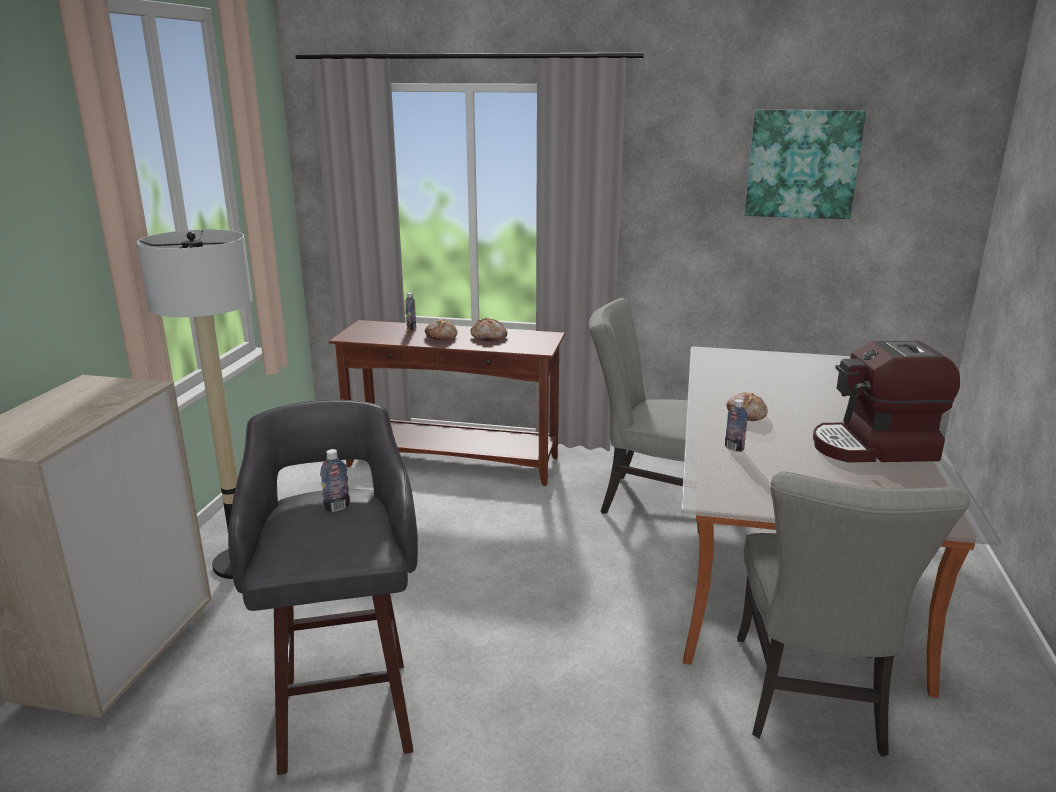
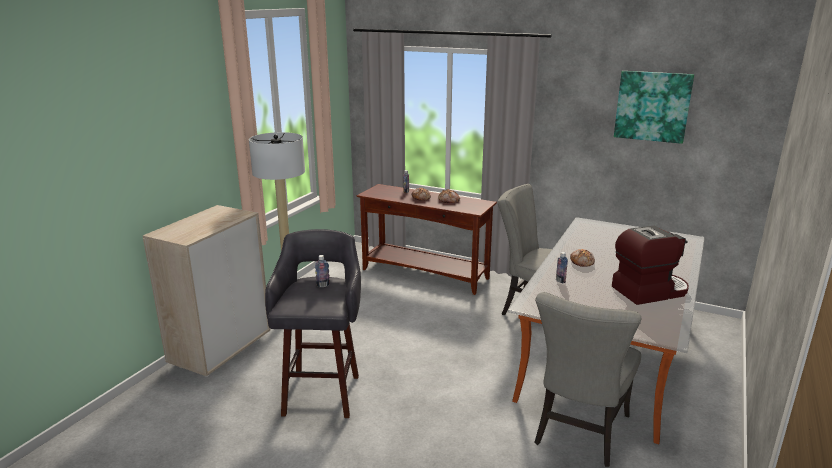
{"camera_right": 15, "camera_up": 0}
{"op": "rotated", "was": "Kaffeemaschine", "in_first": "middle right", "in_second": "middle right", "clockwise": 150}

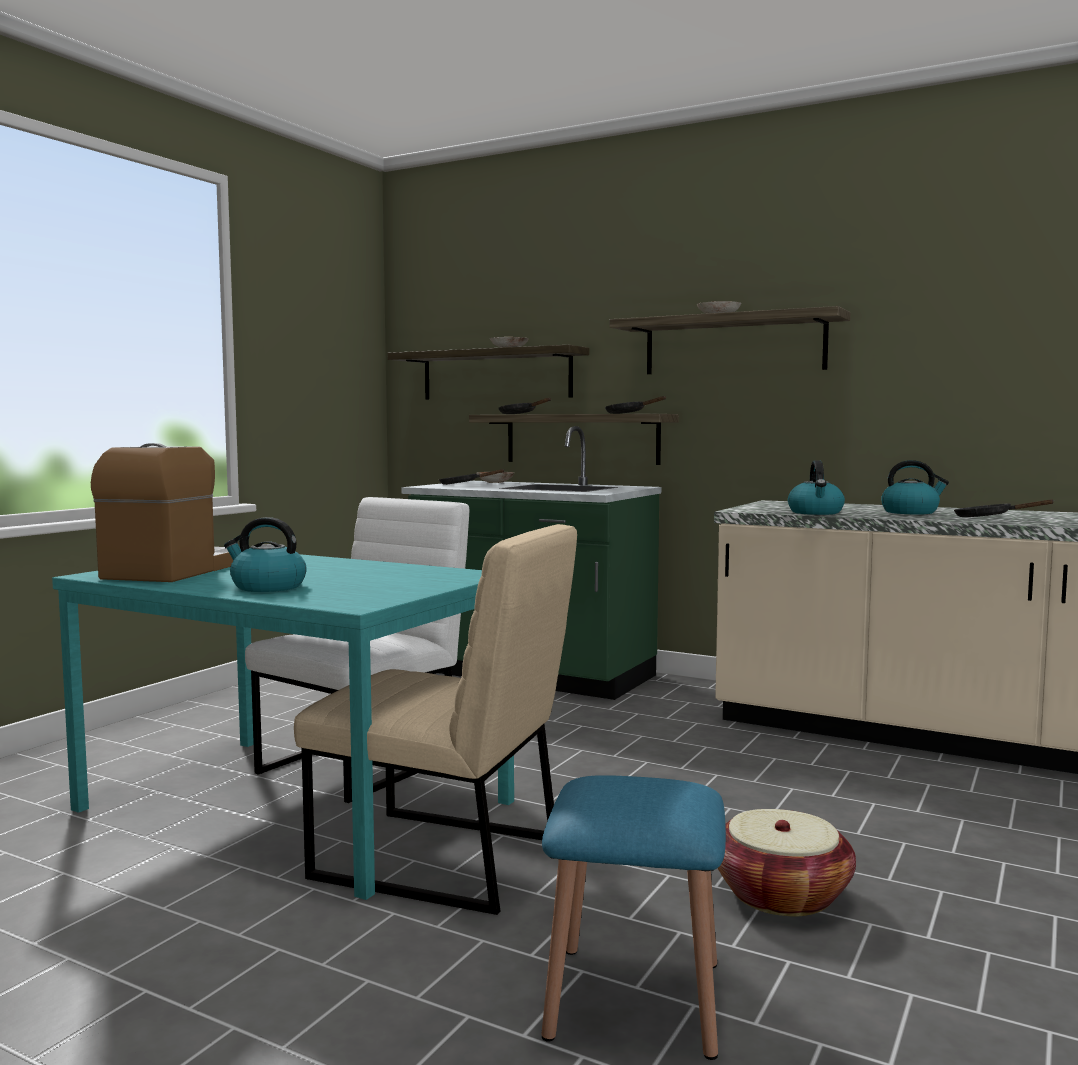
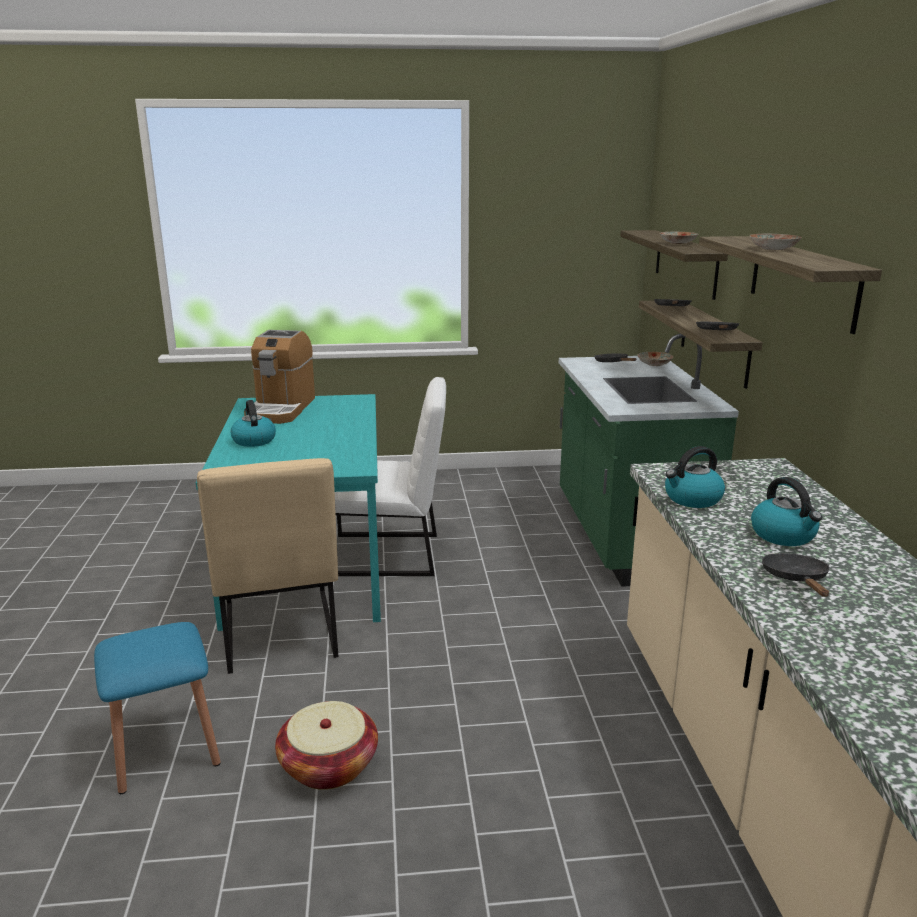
{"camera_right": 55, "camera_up": 15}
{"op": "rotated", "was": "Kaffeemaschine", "in_first": "middle left", "in_second": "middle left", "clockwise": 120}

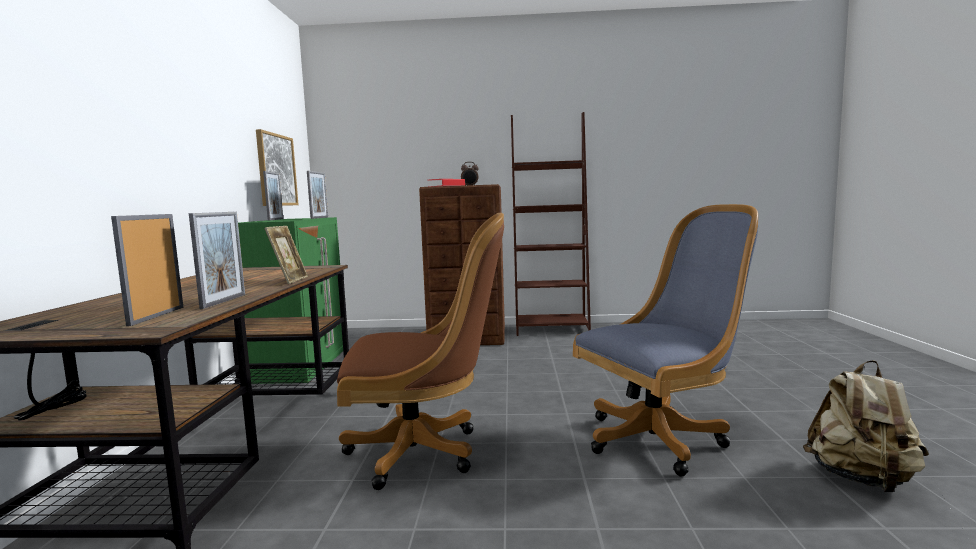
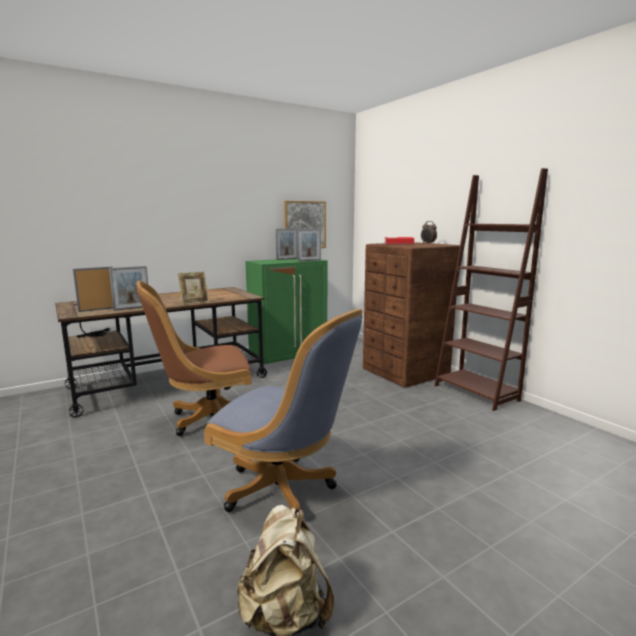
{"camera_right": 55, "camera_up": 5}
{"op": "rotated", "was": "Bürostuhl (braun)", "in_first": "centre", "in_second": "middle left", "clockwise": 105}

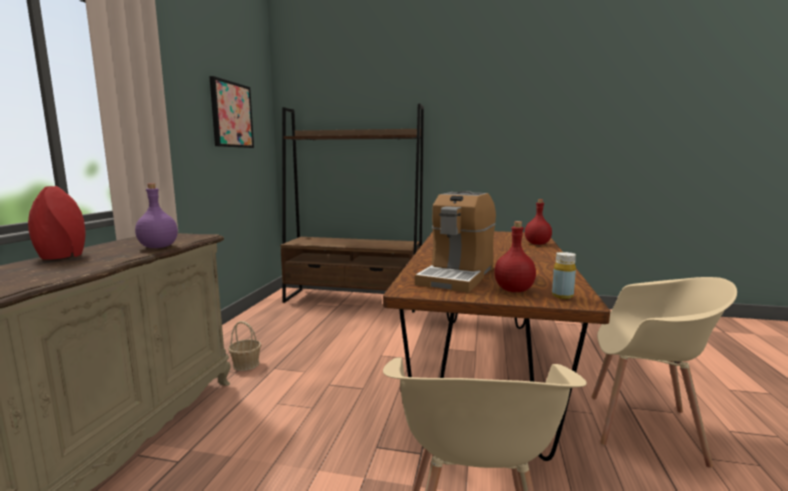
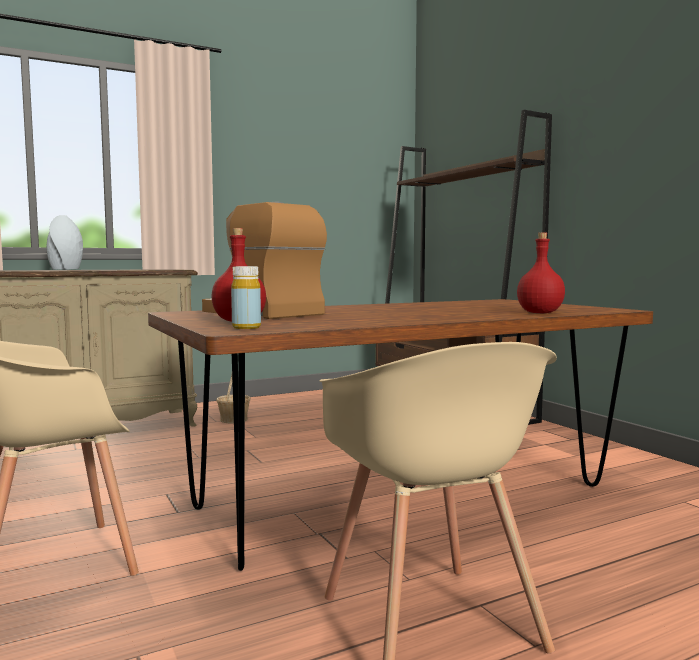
{"camera_right": 50, "camera_up": -5}
{"op": "gone", "was": "Flasche (lila)", "in_first": "middle left"}
{"op": "gone", "was": "Bild", "in_first": "top left"}
{"op": "repainted", "was": "Vase (rot)", "now": "Vase (grau)", "in_first": "middle left", "in_second": "middle left"}
{"op": "rotated", "was": "Kaffeemaschine", "in_first": "centre", "in_second": "centre", "clockwise": 60}

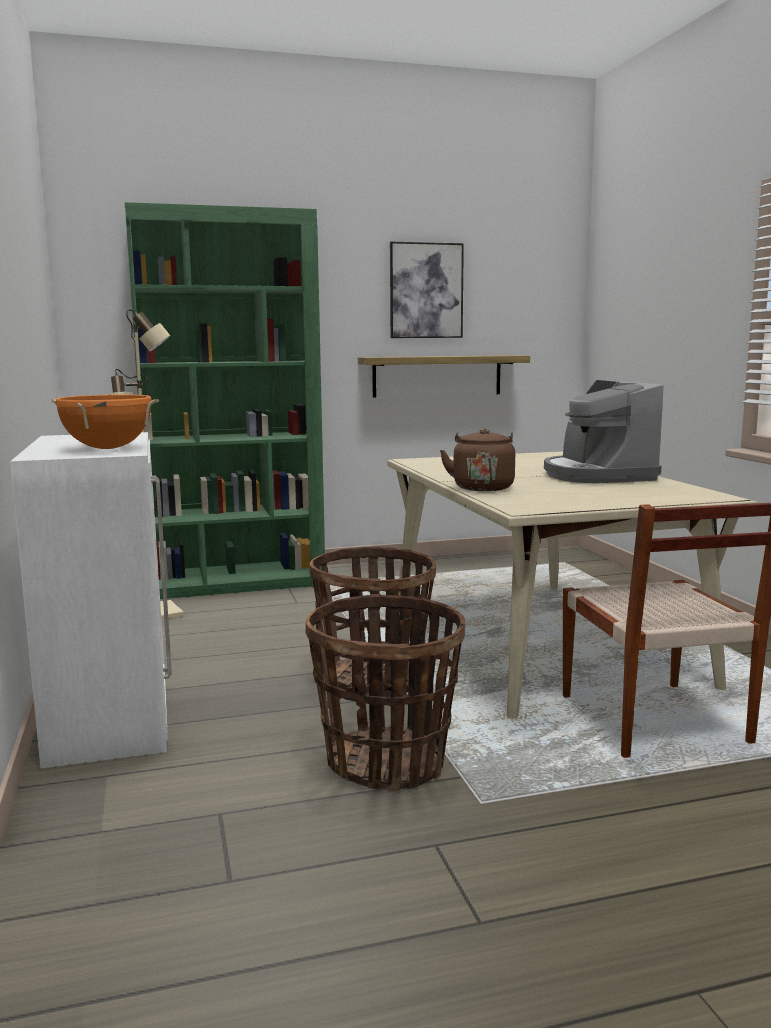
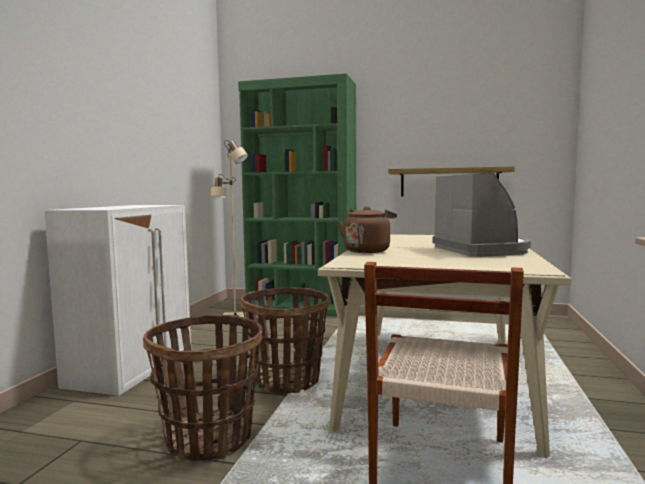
{"camera_right": 30, "camera_up": -5}
{"op": "gone", "was": "Kochtopf (orange)", "in_first": "middle left"}
{"op": "gone", "was": "Bild", "in_first": "top centre"}
{"op": "rotated", "was": "Kaffeemaschine", "in_first": "middle right", "in_second": "middle right", "clockwise": 150}

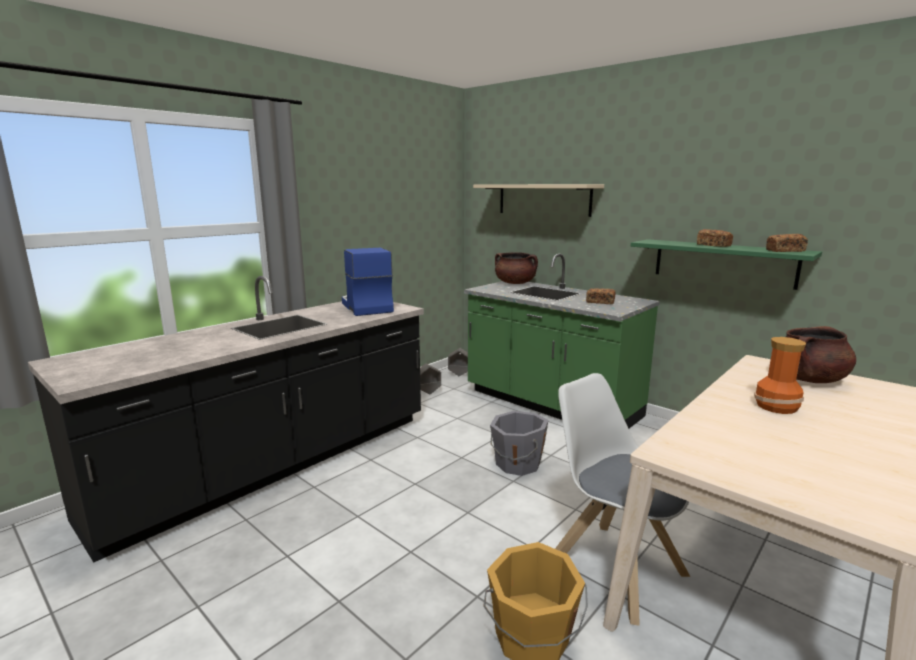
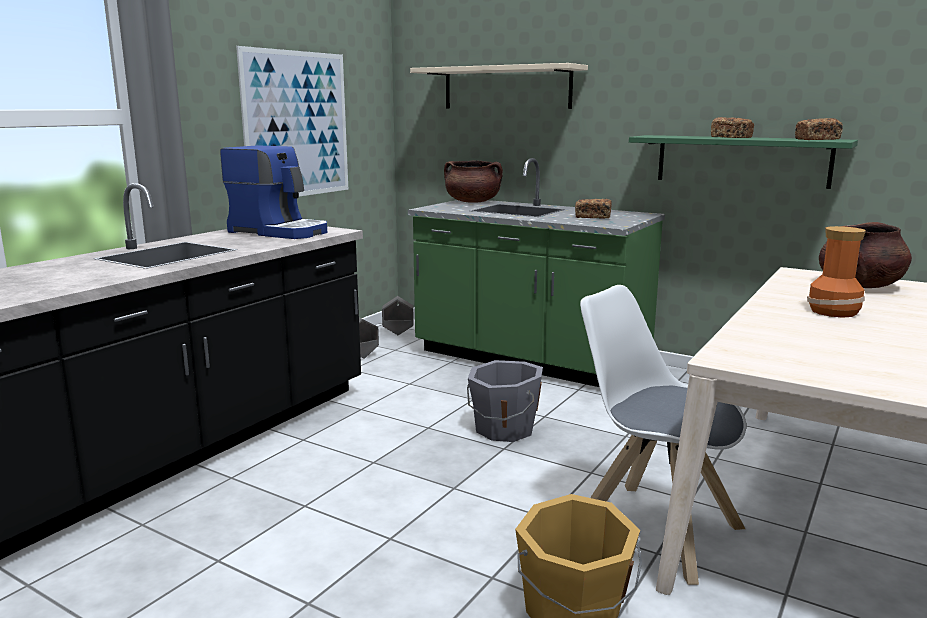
{"camera_right": -10, "camera_up": 0}
{"op": "new", "now": "Bild", "in_second": "top left"}
{"op": "rotated", "was": "Kaffeemaschine", "in_first": "centre", "in_second": "top left", "clockwise": 150}

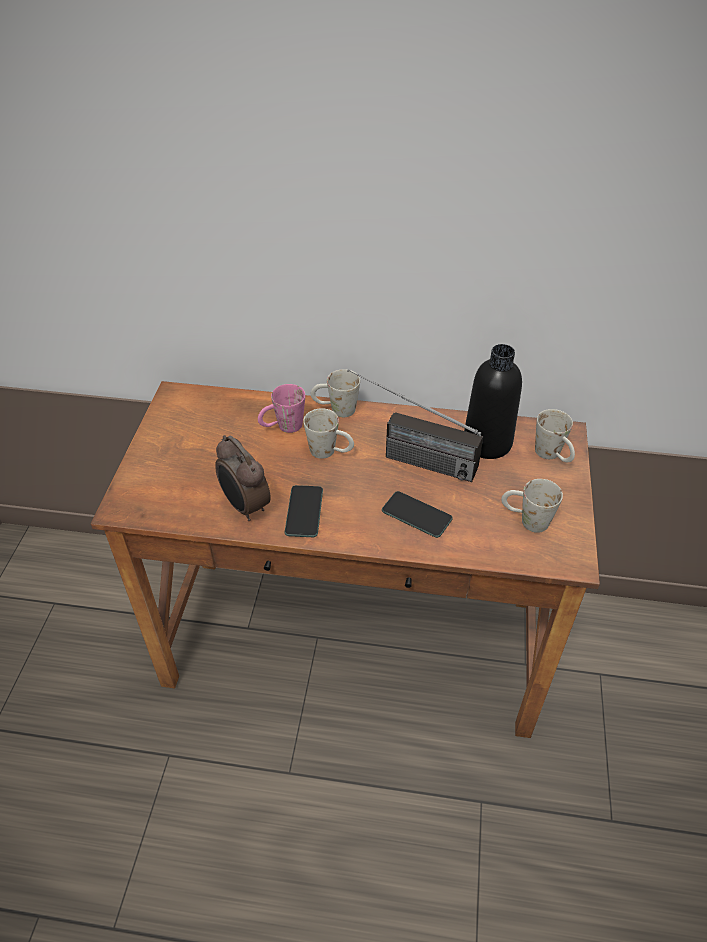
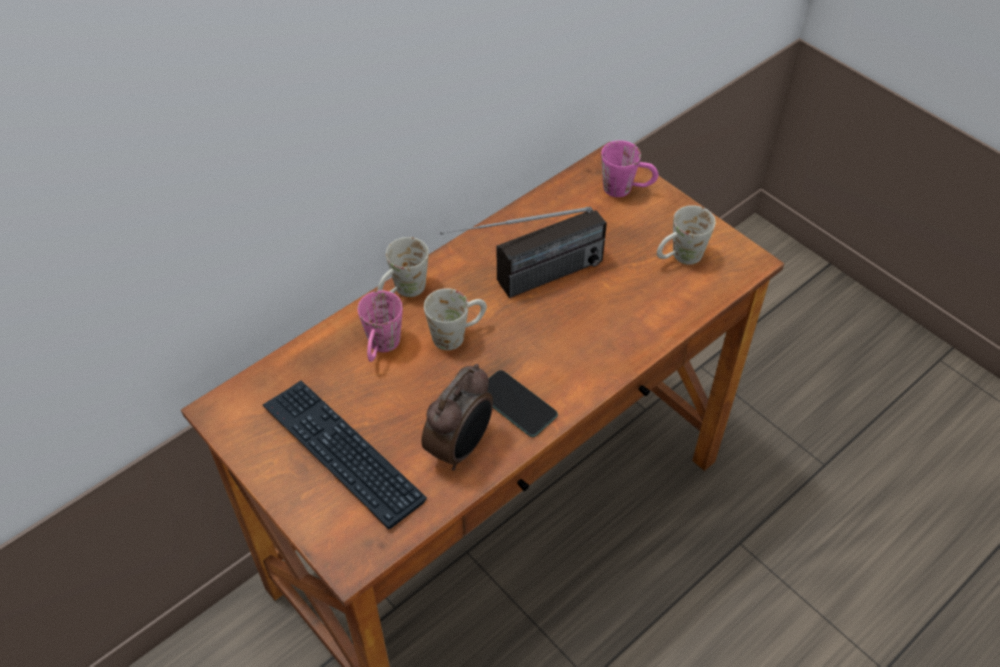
{"camera_right": -50, "camera_up": 5}
{"op": "gone", "was": "Handy (no. 2 from left)", "in_first": "centre"}
{"op": "gone", "was": "Flasche (schwarz)", "in_first": "middle right"}
{"op": "new", "now": "Tastatur", "in_second": "bottom centre"}
{"op": "repainted", "was": "Henkelbecher (weiß) (no. 4 from left)", "now": "Henkelbecher (rosa) (no. 2 from left)", "in_first": "middle right", "in_second": "top centre"}
{"op": "rotated", "was": "Wecker", "in_first": "centre", "in_second": "centre", "clockwise": -60}

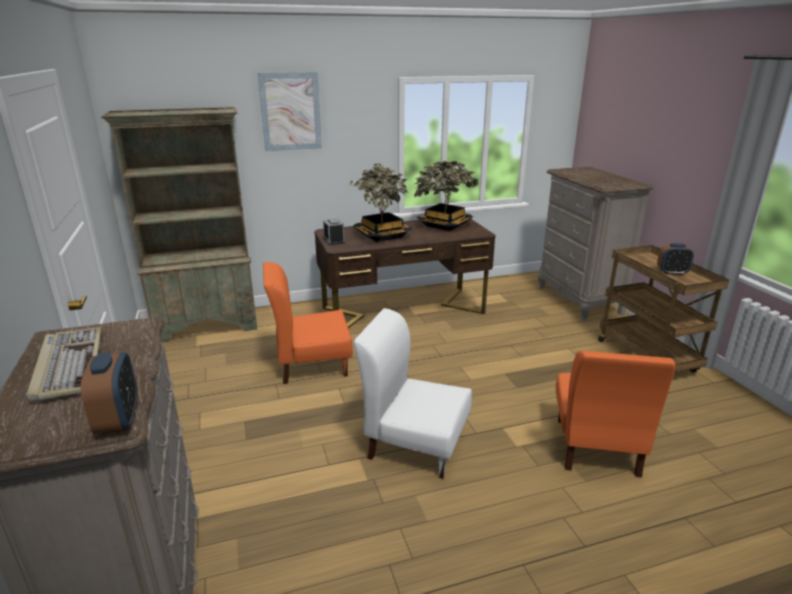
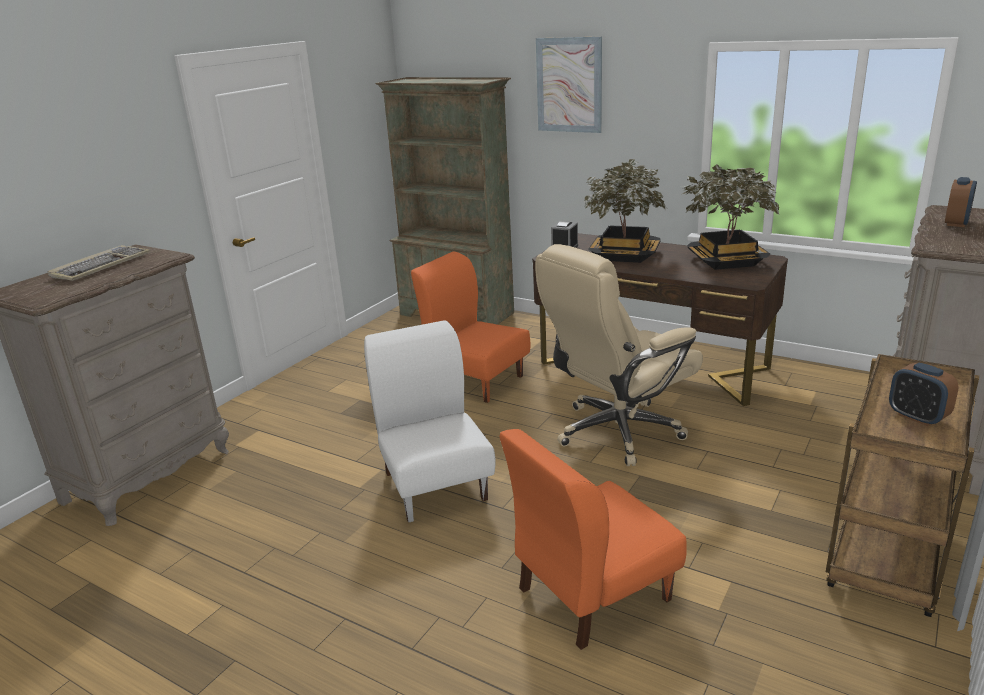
{"camera_right": 50, "camera_up": 0}
{"op": "new", "now": "Bürostuhl (beige)", "in_second": "centre"}
{"op": "shifted", "was": "Wecker (no. 1 from left in the first image)", "now": "Wecker (no. 3 from left)", "in_first": "middle left", "in_second": "top right"}

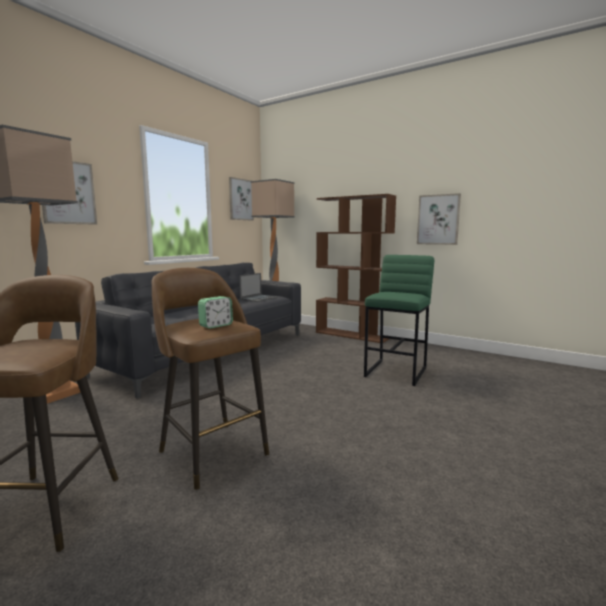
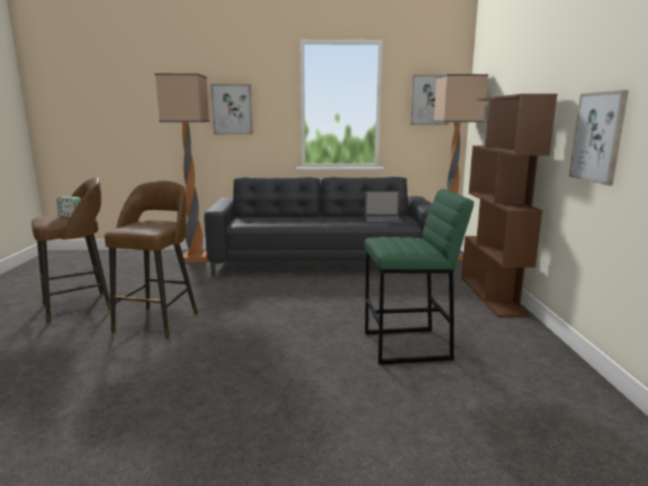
{"camera_right": 55, "camera_up": 5}
{"op": "shifted", "was": "Wecker", "in_first": "centre", "in_second": "middle left"}

